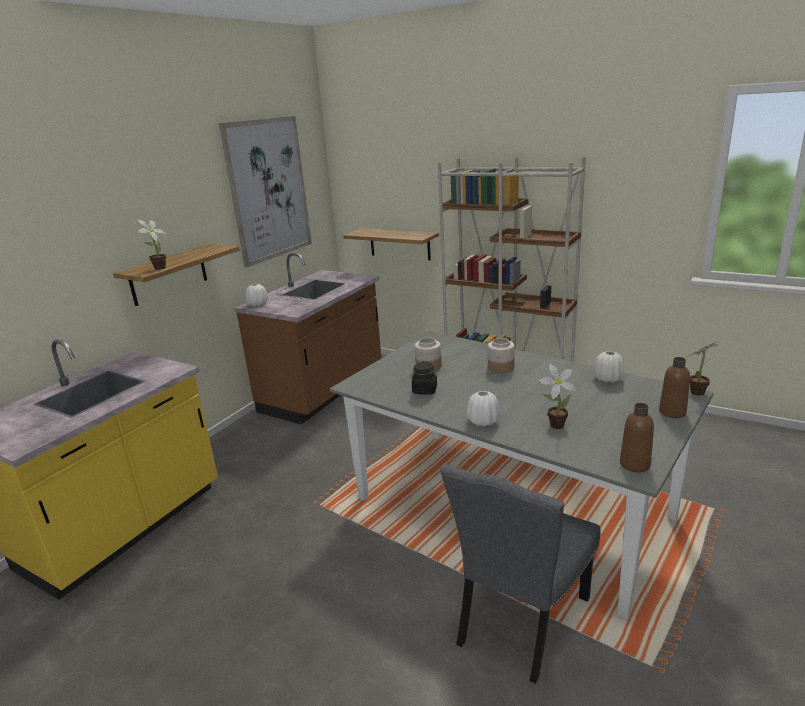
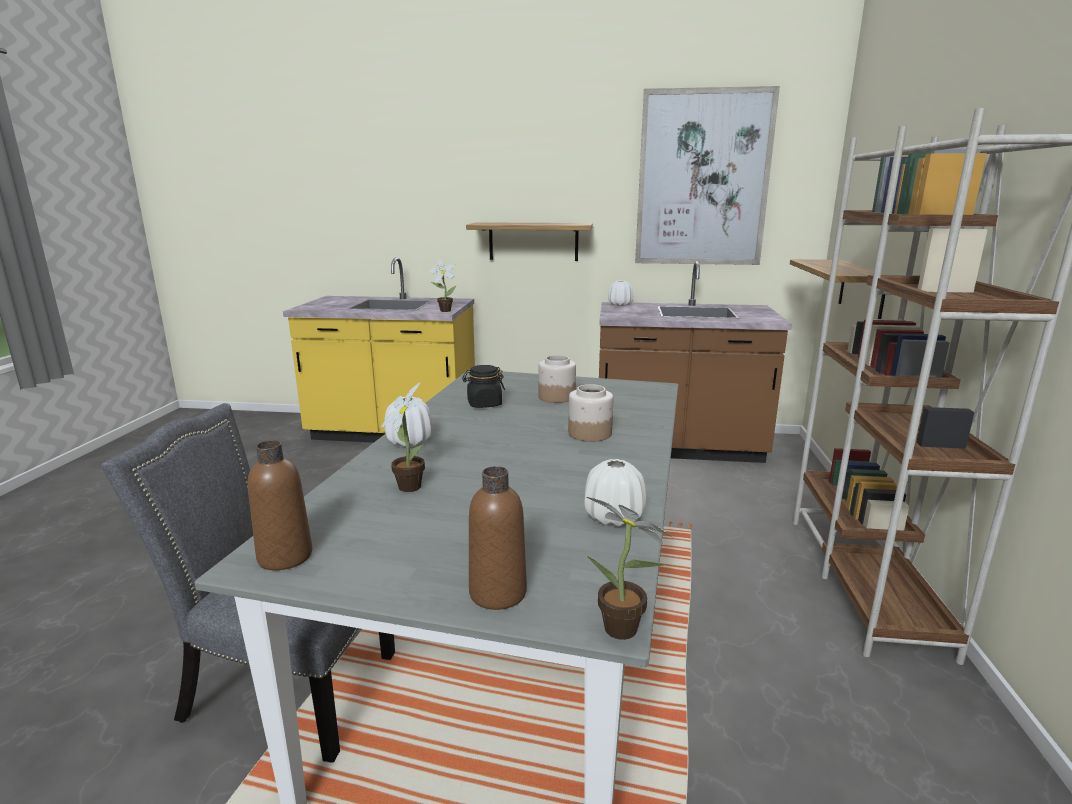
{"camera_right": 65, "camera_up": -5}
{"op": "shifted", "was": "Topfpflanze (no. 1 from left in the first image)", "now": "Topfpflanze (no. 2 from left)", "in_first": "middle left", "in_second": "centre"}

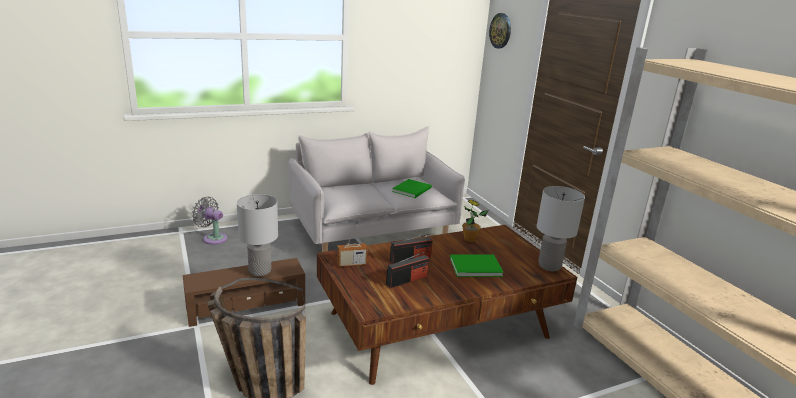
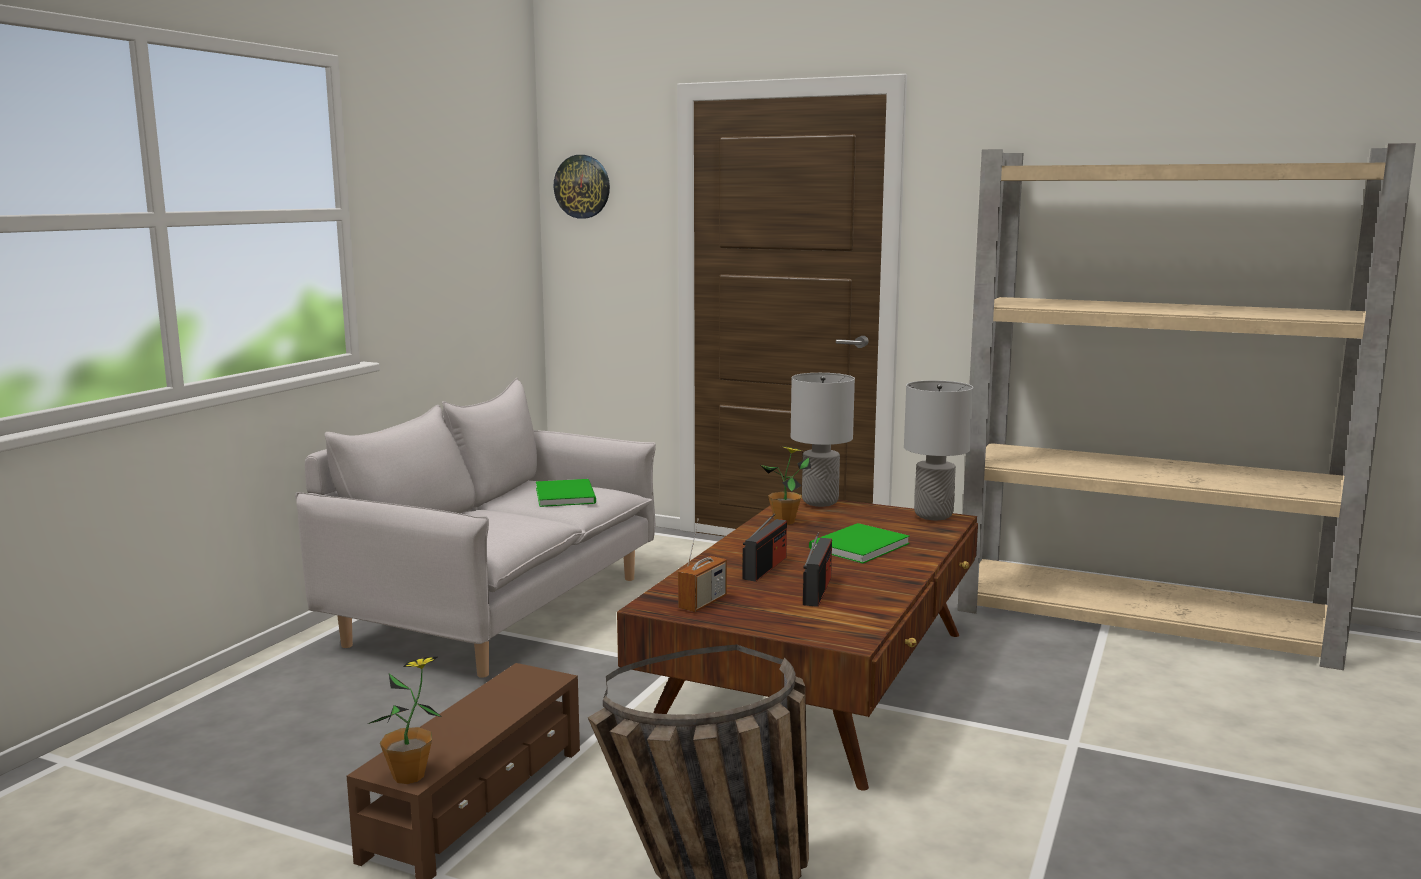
{"camera_right": -40, "camera_up": -10}
{"op": "gone", "was": "Ventilator (grau)", "in_first": "middle left"}
{"op": "new", "now": "Topfpflanze (no. 1 from left)", "in_second": "bottom left"}
{"op": "shifted", "was": "Tischlampe (grau) (no. 1 from left)", "in_first": "middle left", "in_second": "centre"}

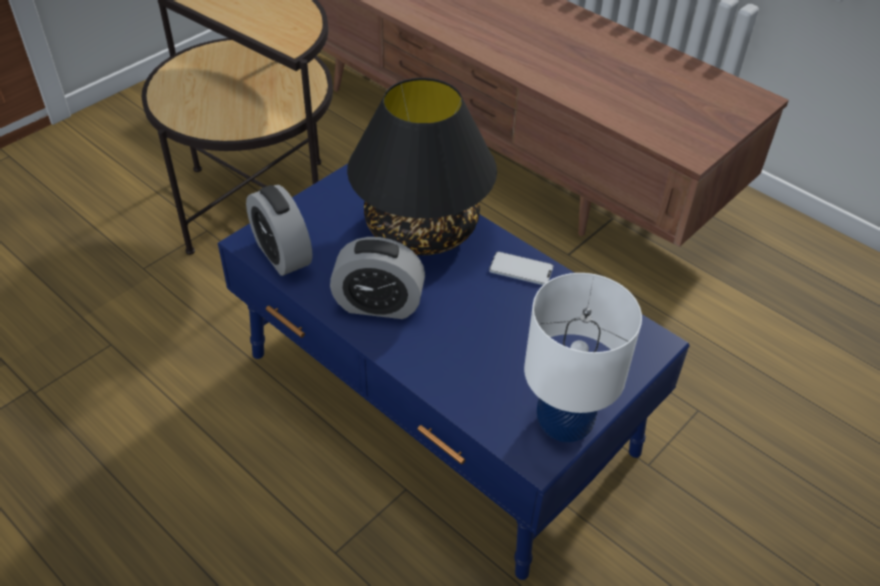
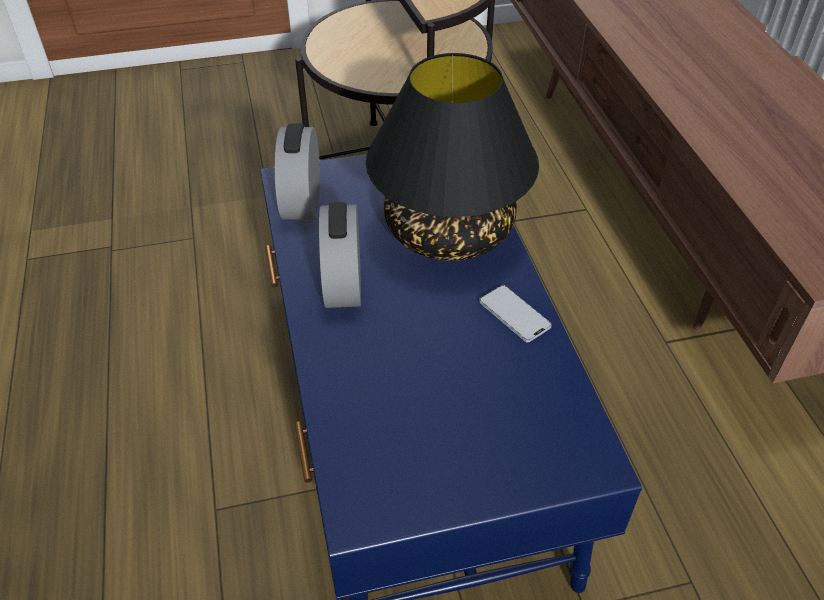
{"camera_right": 35, "camera_up": 0}
{"op": "gone", "was": "Tischlampe (weiß)", "in_first": "centre"}
{"op": "rotated", "was": "Wecker (no. 2 from left)", "in_first": "centre", "in_second": "centre", "clockwise": 45}

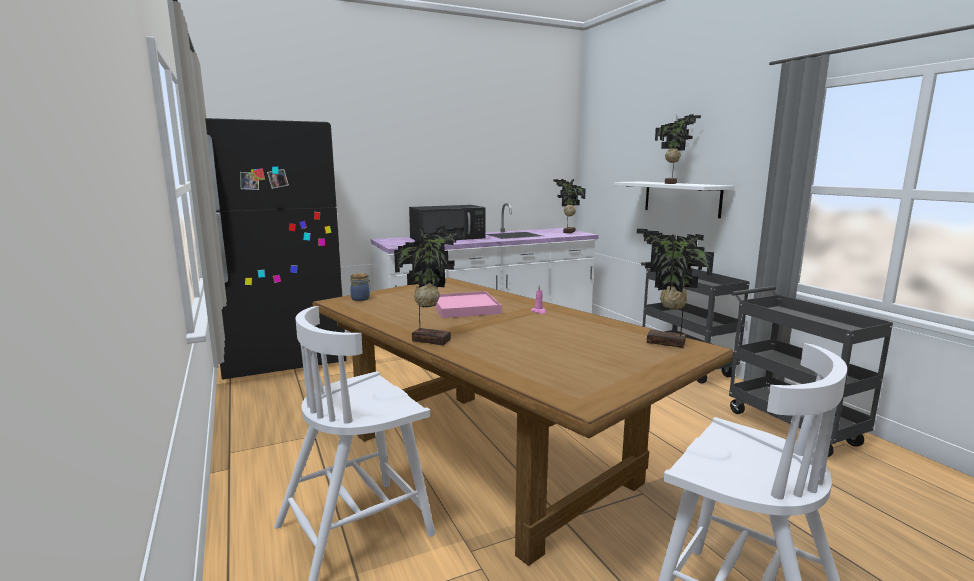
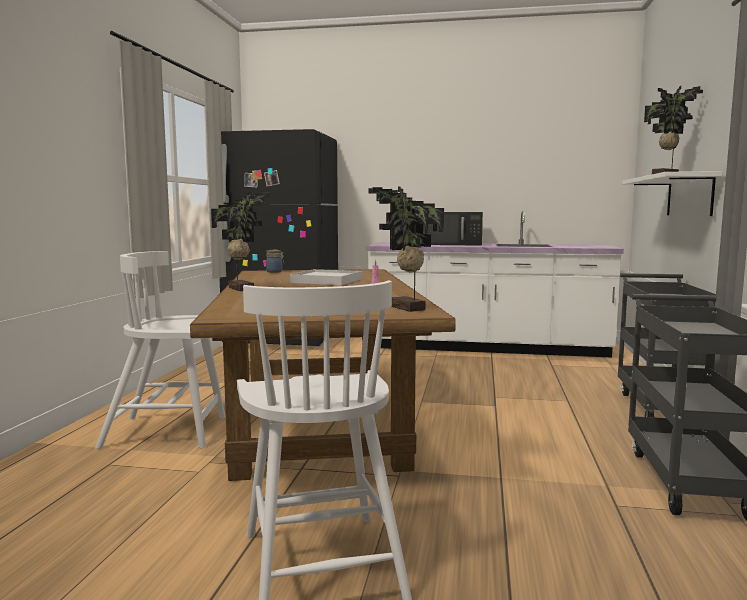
{"camera_right": 35, "camera_up": -5}
{"op": "gone", "was": "Topfpflanze (no. 2 from left)", "in_first": "centre"}
{"op": "repainted", "was": "Tablett (rosa)", "now": "Tablett (weiß)", "in_first": "centre", "in_second": "centre"}

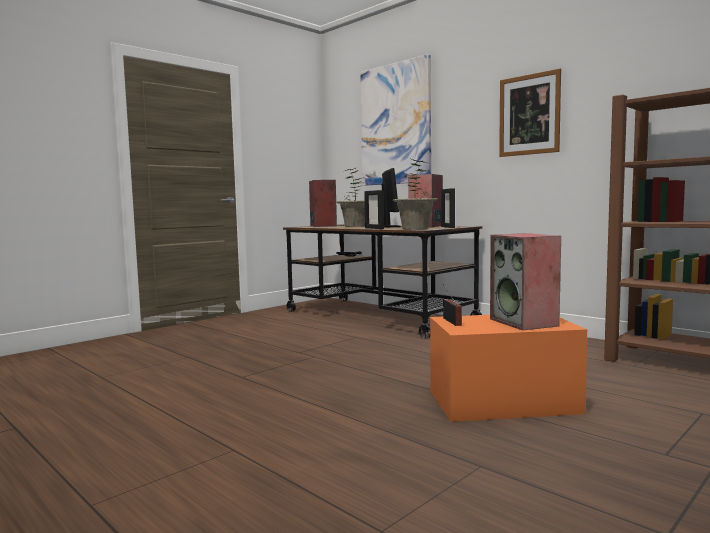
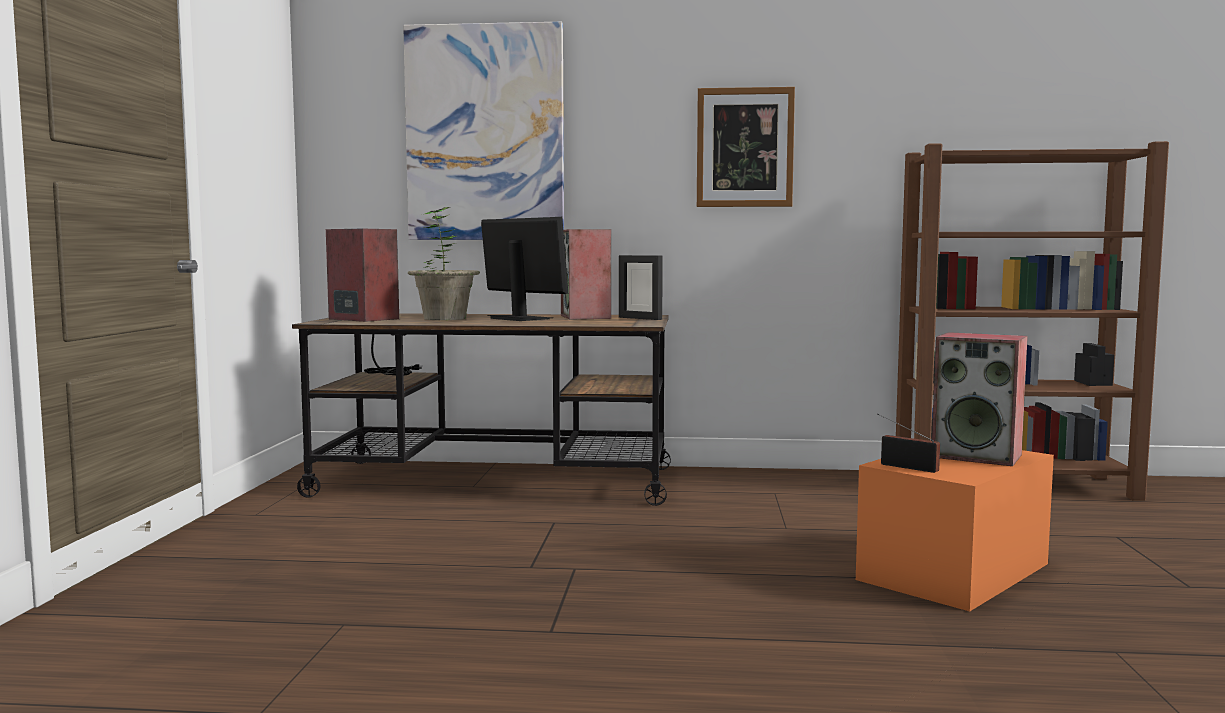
{"camera_right": -40, "camera_up": 0}
{"op": "gone", "was": "Bilderrahmen (no. 1 from left)", "in_first": "centre"}
{"op": "gone", "was": "Topfpflanze (no. 2 from left)", "in_first": "centre"}

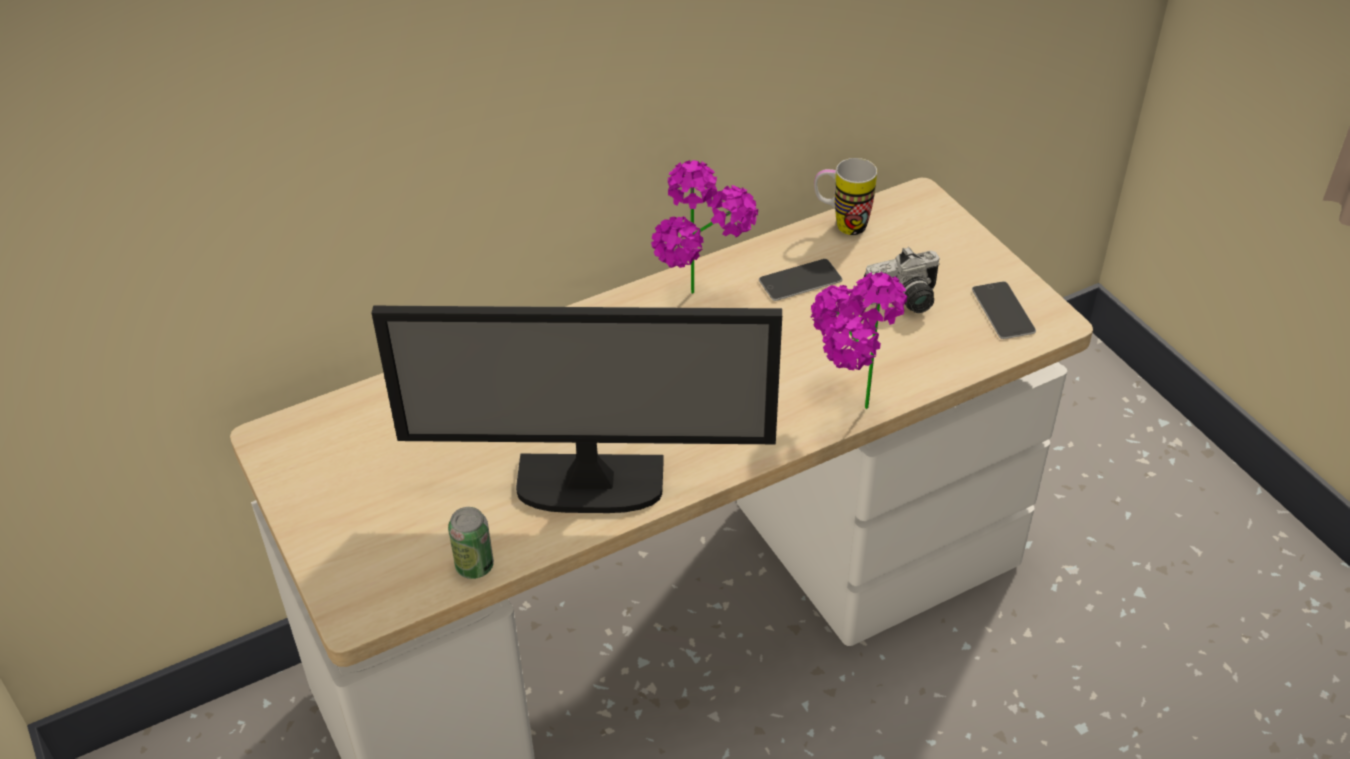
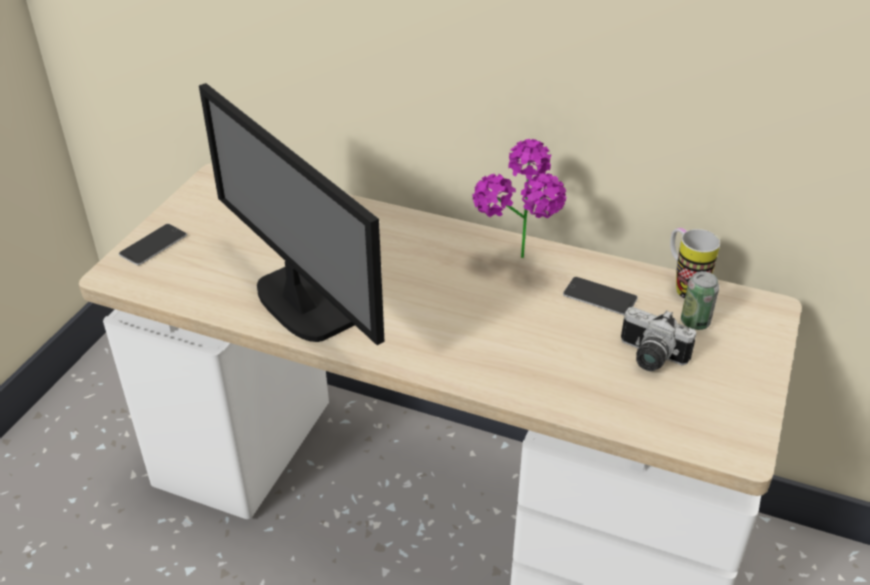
{"camera_right": 50, "camera_up": -5}
{"op": "gone", "was": "Topfpflanze (no. 2 from left)", "in_first": "centre"}
{"op": "shifted", "was": "Dose", "in_first": "bottom centre", "in_second": "middle right"}
{"op": "shifted", "was": "Handy (no. 2 from left in the first image)", "now": "Handy (no. 1 from left)", "in_first": "middle right", "in_second": "middle left"}

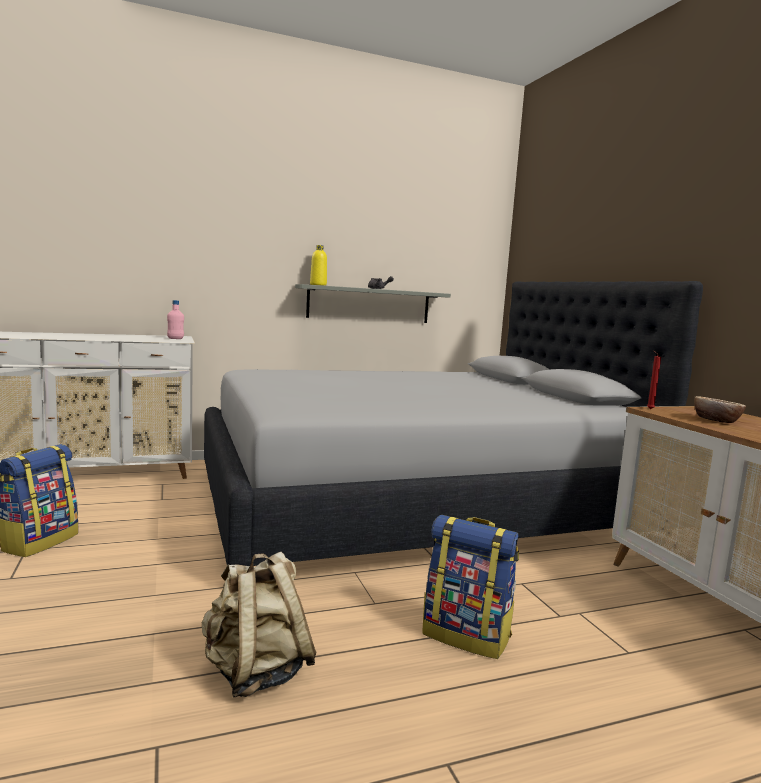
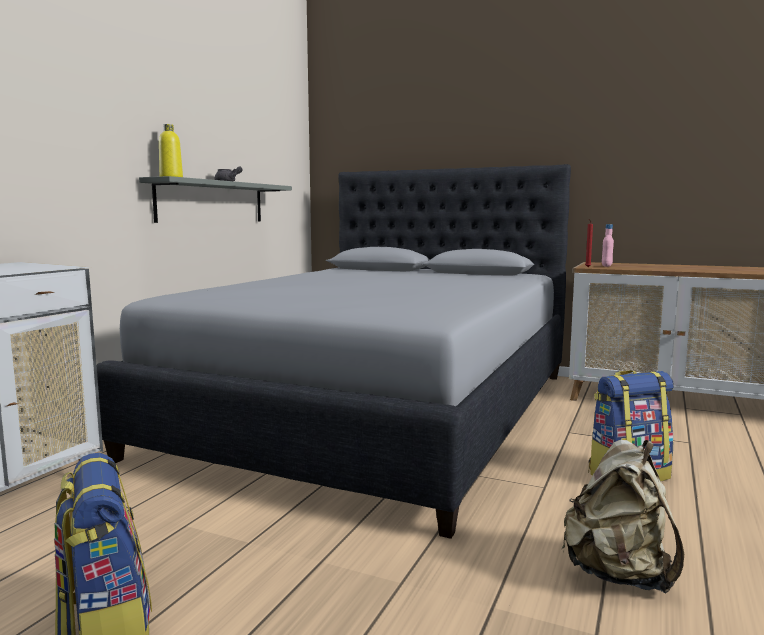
{"camera_right": -45, "camera_up": 0}
{"op": "gone", "was": "Schüssel", "in_first": "middle right"}
{"op": "shifted", "was": "Flasche (rosa)", "in_first": "middle left", "in_second": "middle right"}

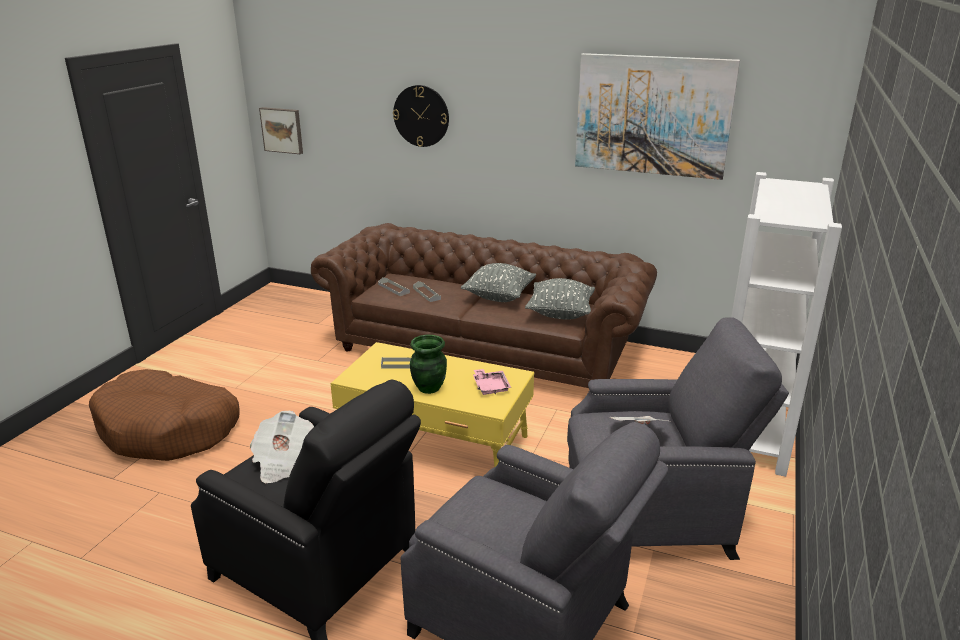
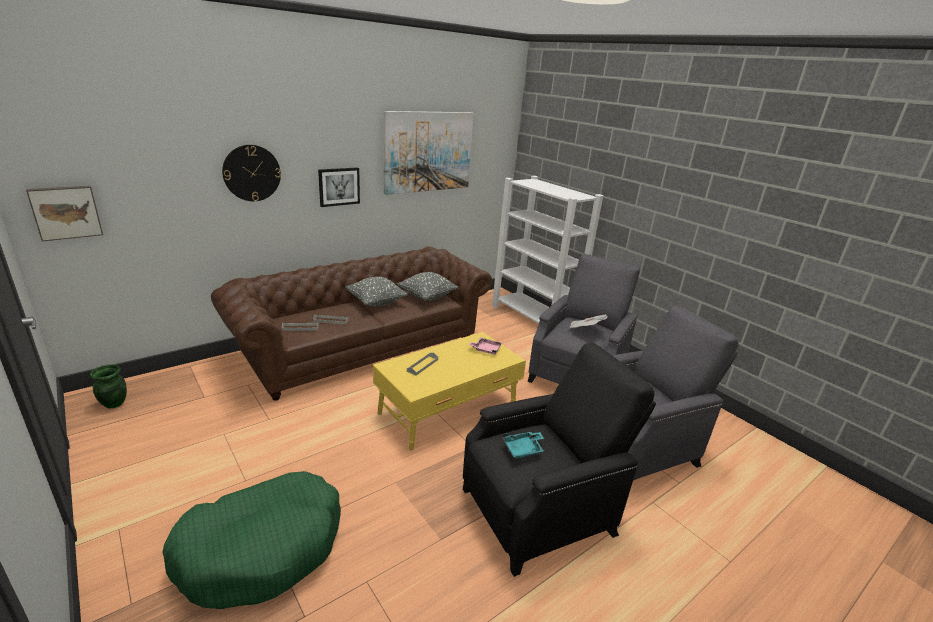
{"camera_right": -60, "camera_up": 0}
{"op": "new", "now": "Bild (no. 2 from left)", "in_second": "top centre"}
{"op": "shifted", "was": "Vase (grün)", "in_first": "centre", "in_second": "middle left"}
{"op": "swapped", "was": "Zeitung (no. 1 from left)", "now": "Tablett (türkis)", "in_first": "bottom left", "in_second": "bottom centre"}
{"op": "repainted", "was": "Hundebett (braun)", "now": "Hundebett (grün)", "in_first": "middle left", "in_second": "bottom left"}

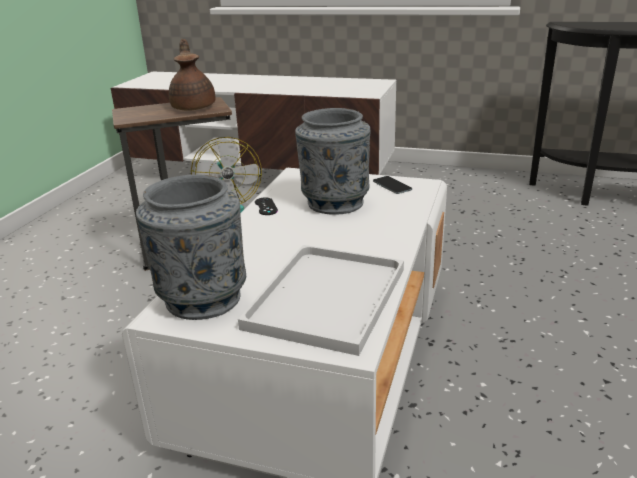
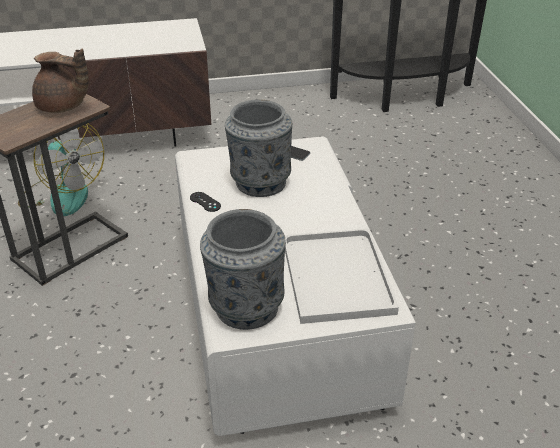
{"camera_right": -30, "camera_up": 10}
{"op": "rotated", "was": "Teekanne (braun)", "in_first": "top left", "in_second": "top left", "clockwise": 150}

